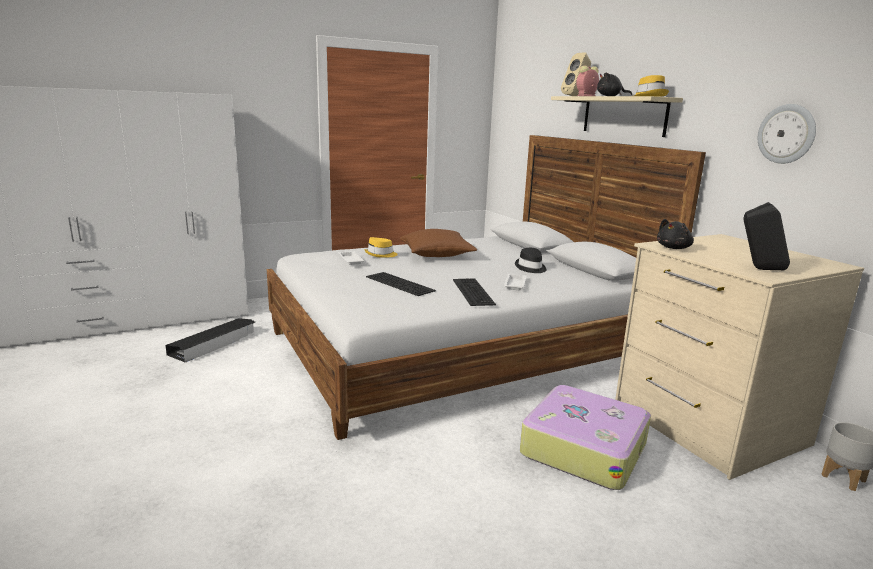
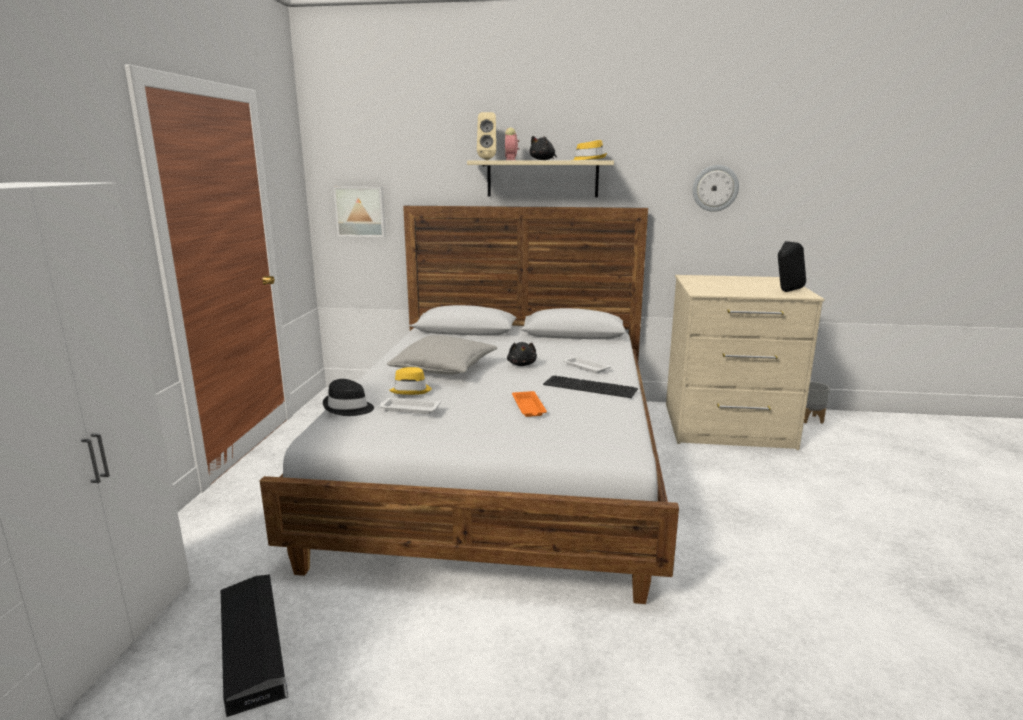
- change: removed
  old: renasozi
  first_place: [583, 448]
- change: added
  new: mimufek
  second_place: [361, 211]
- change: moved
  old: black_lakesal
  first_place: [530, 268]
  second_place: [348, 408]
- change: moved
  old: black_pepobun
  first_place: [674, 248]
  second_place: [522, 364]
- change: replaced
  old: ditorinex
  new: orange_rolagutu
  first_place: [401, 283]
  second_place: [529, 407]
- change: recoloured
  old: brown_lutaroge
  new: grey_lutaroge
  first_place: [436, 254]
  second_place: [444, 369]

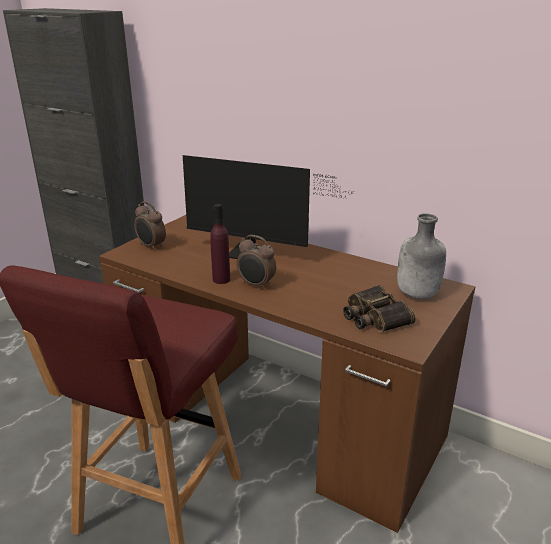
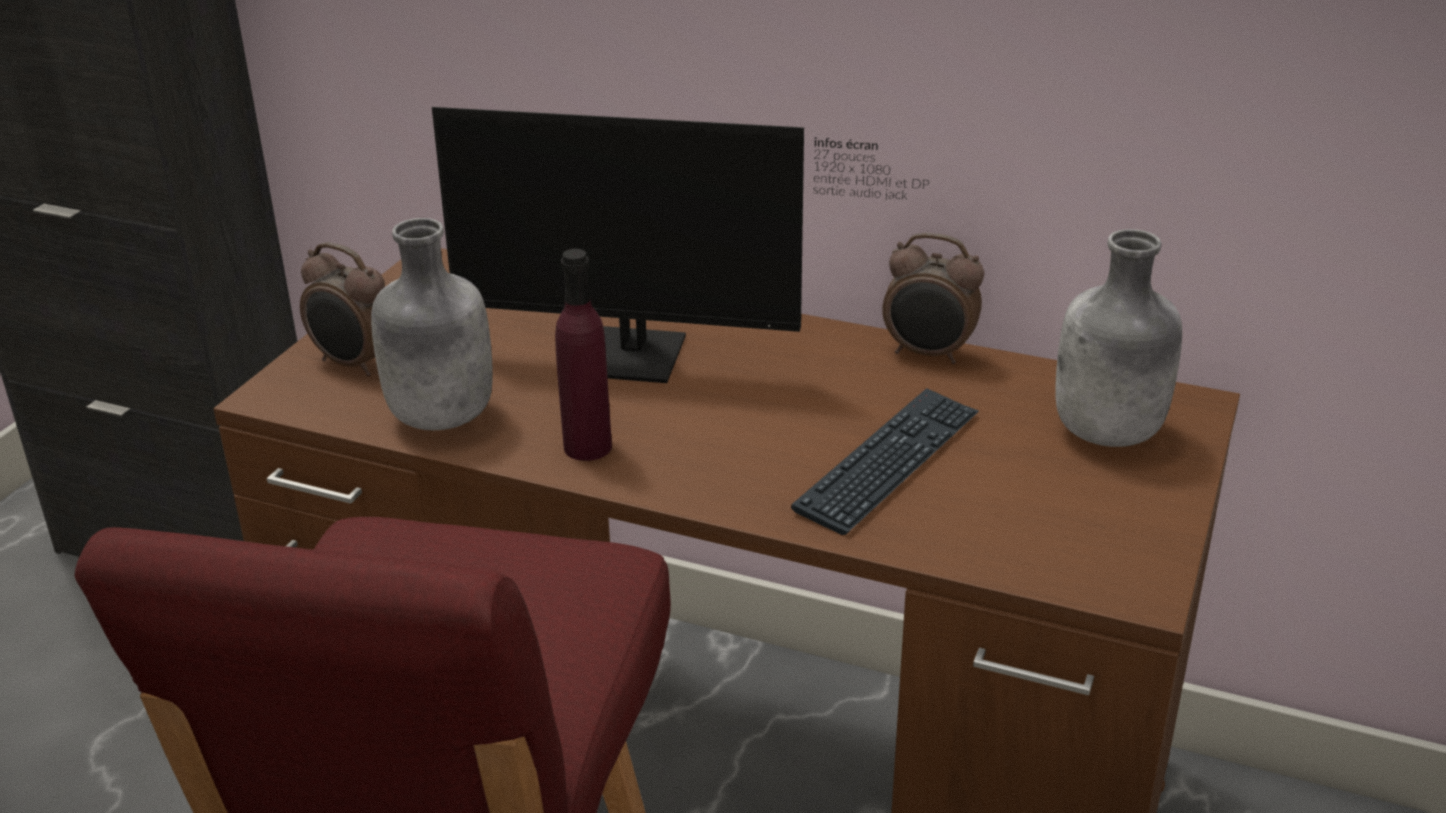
- change: removed
  old: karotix
  first_place: [374, 317]
- change: added
  new: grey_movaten
  second_place: [440, 418]
- change: added
  new: ditorinex
  second_place: [889, 462]
- change: moved
  old: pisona
  first_place: [256, 285]
  second_place: [928, 354]

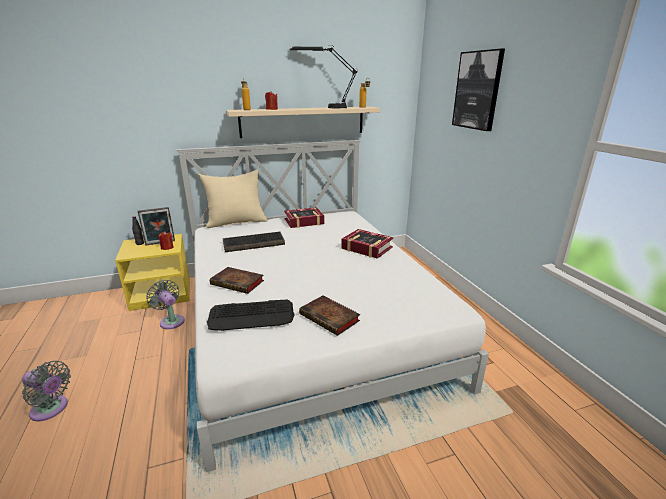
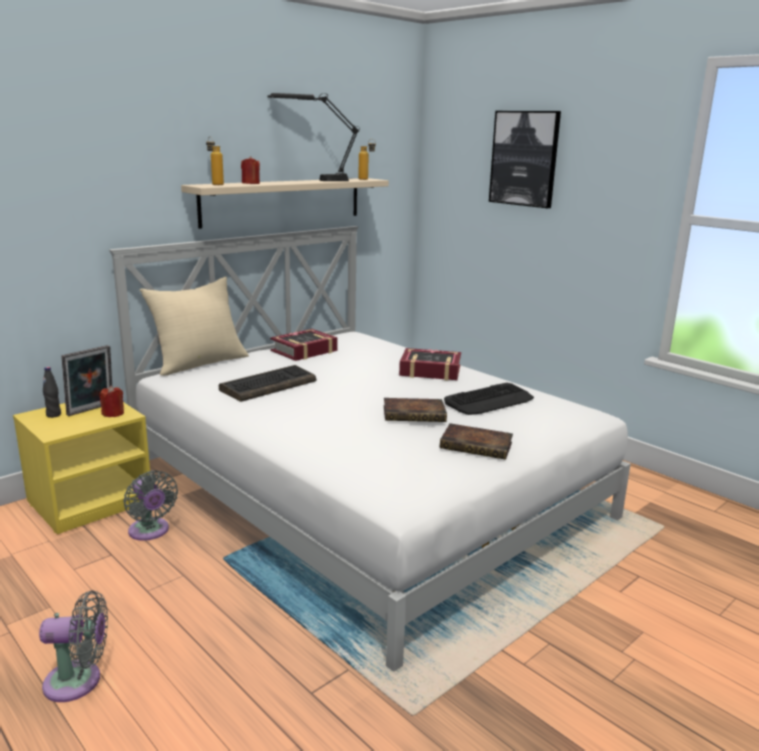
- change: moved
  old: ditorinex
  first_place: [252, 316]
  second_place: [489, 400]
- change: moved
  old: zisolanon
  first_place: [238, 283]
  second_place: [415, 414]
- change: turned
  old: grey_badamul
  first_place: [171, 321]
  second_place: [150, 532]
  degrees: -150

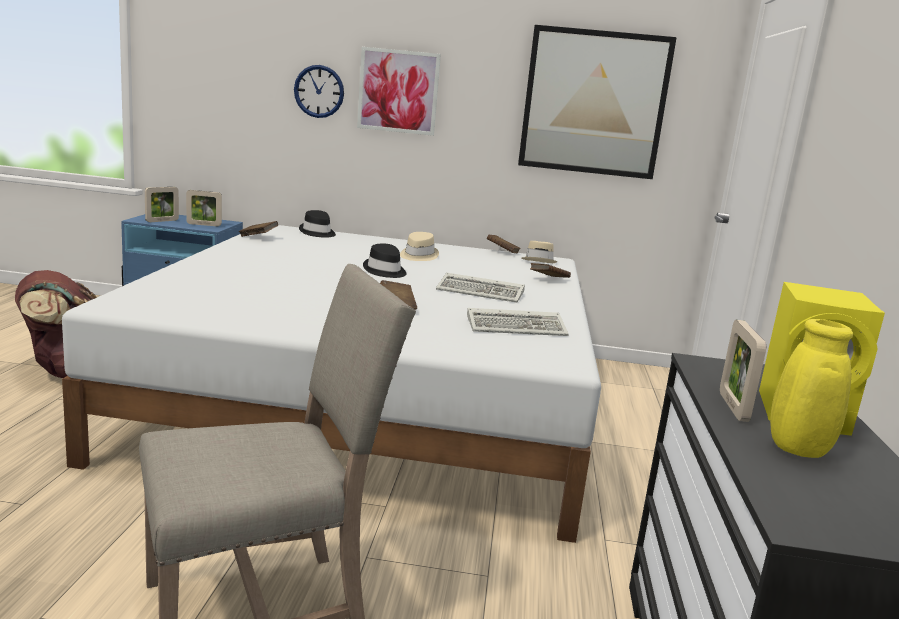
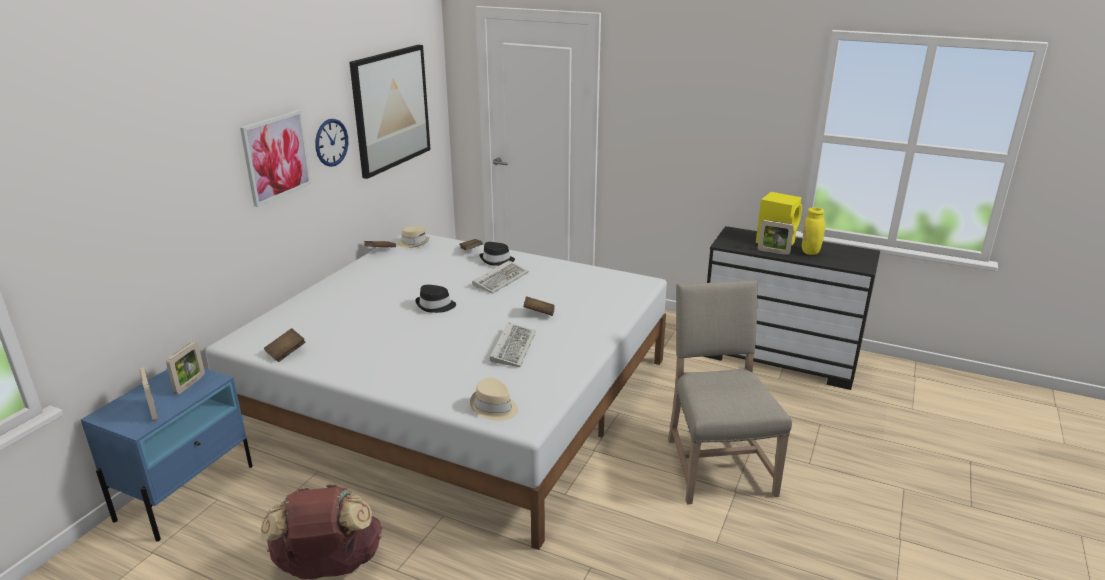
- change: moved
  old: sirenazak
  first_place: [319, 91]
  second_place: [331, 142]
- change: moved
  old: black_lakesal
  first_place: [317, 233]
  second_place: [497, 260]
- change: moved
  old: beige_lakesal
  first_place: [418, 256]
  second_place: [494, 407]
- change: moved
  old: ditorinex
  first_place: [518, 327]
  second_place: [512, 347]

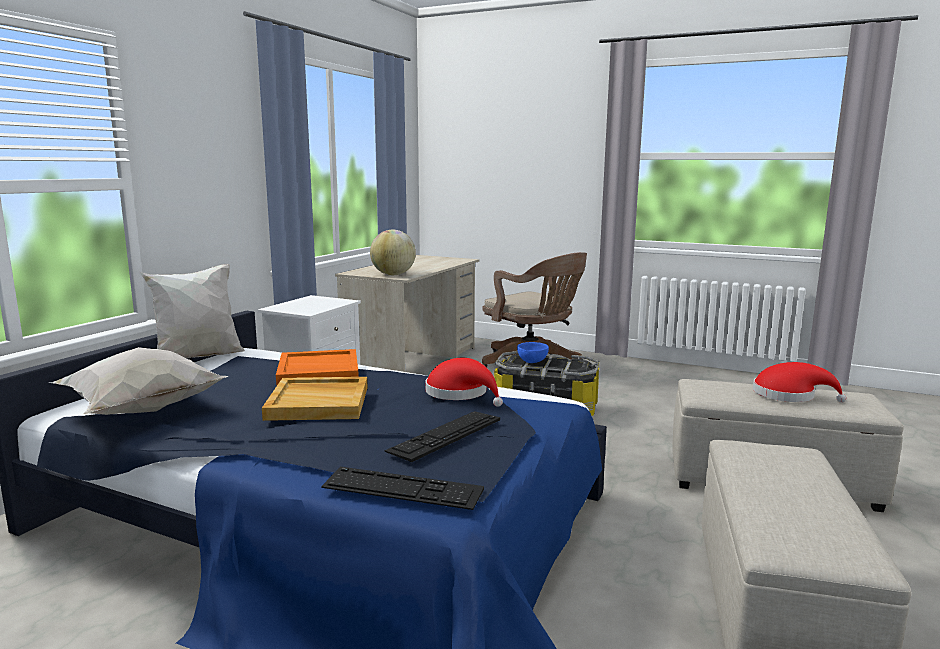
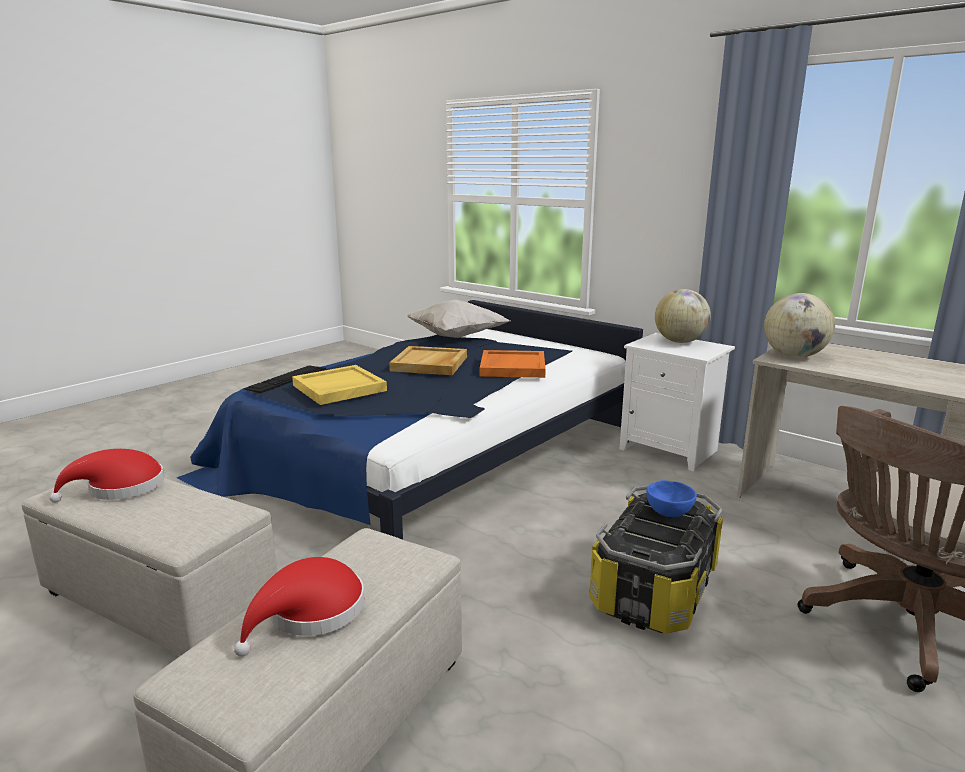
- change: removed
  old: white_lutaroge
  first_place: [199, 359]
- change: added
  new: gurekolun
  second_place: [680, 342]
- change: moved
  old: red_lakesal
  first_place: [460, 393]
  second_place: [120, 488]
- change: replaced
  old: ditorinex
  new: yellow_rolagutu
  first_place: [445, 435]
  second_place: [339, 388]

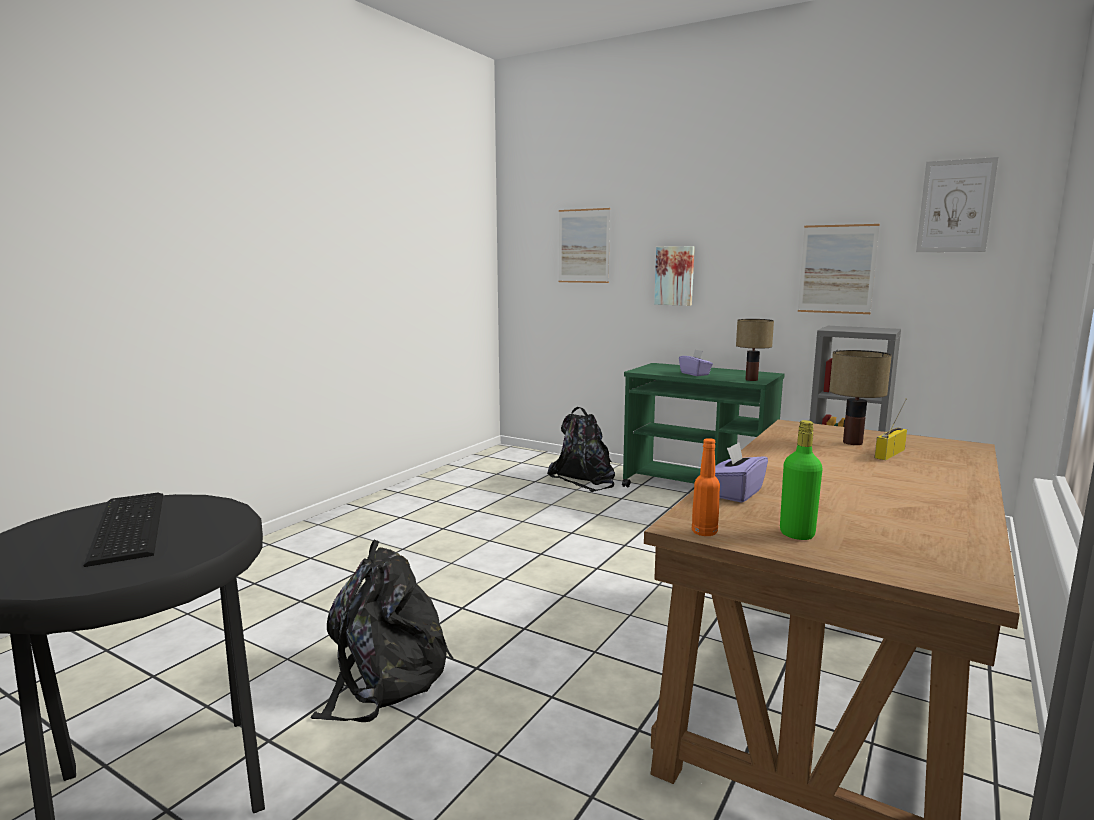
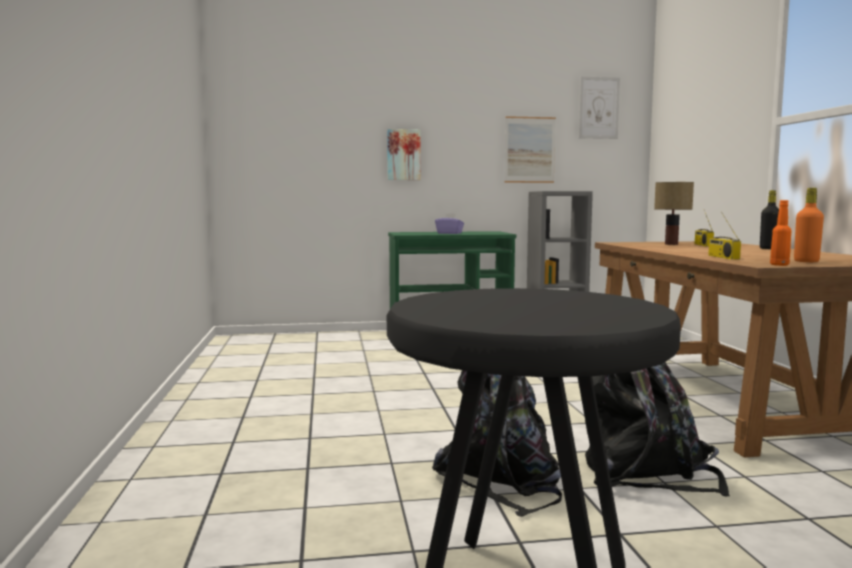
- change: removed
  old: ditorinex
  first_place: [124, 528]
- change: removed
  old: mimufek
  first_place: [583, 246]
- change: removed
  old: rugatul
  first_place: [751, 380]
- change: added
  new: black_movaten
  second_place: [768, 248]
- change: moved
  old: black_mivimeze
  first_place: [585, 479]
  second_place: [646, 473]
- change: replaced
  old: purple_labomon
  new: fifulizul
  first_place: [736, 493]
  second_place: [722, 257]
- change: recoloured
  old: green_movaten
  new: orange_movaten
  first_place: [797, 534]
  second_place: [806, 261]

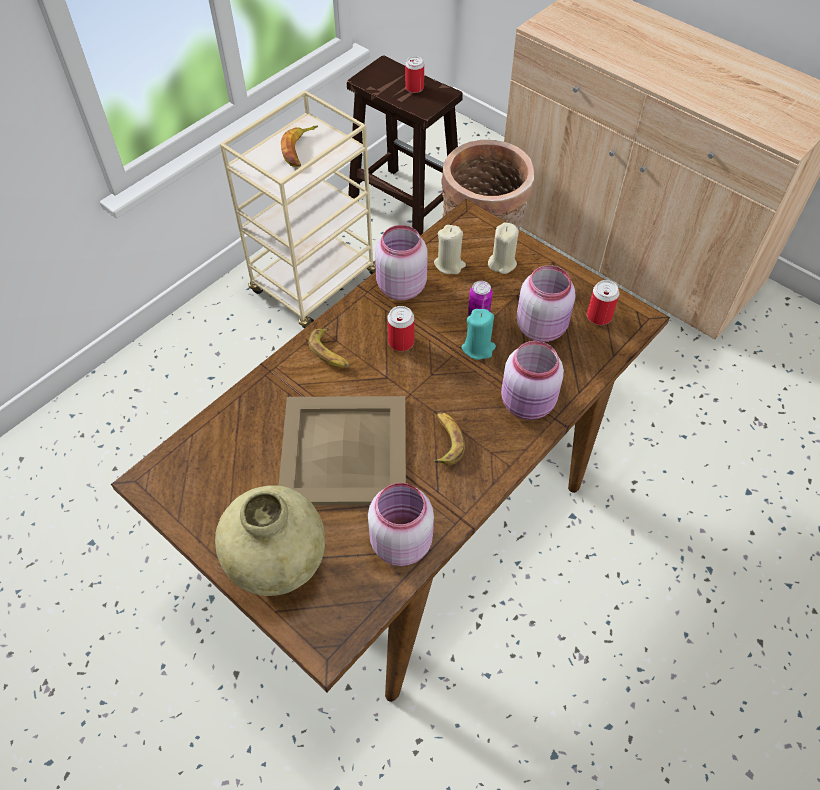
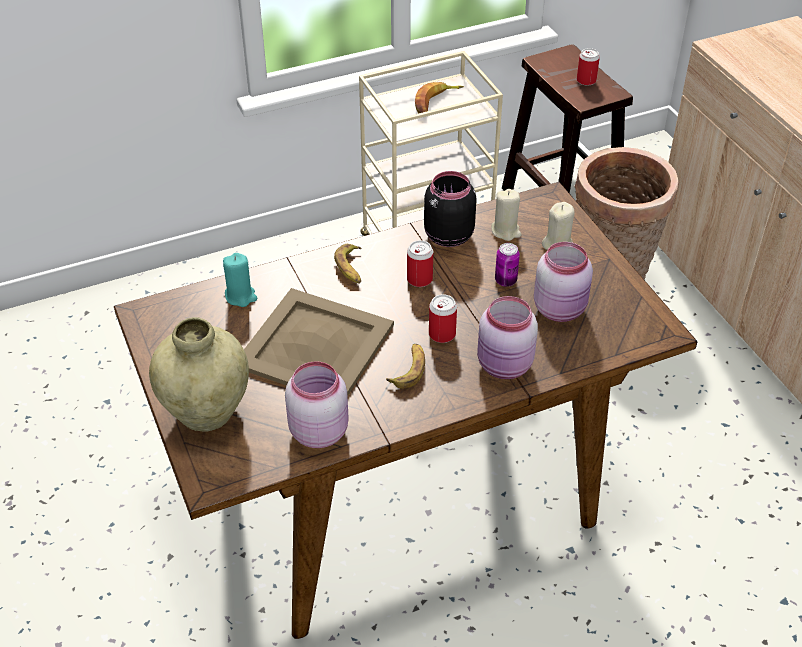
- change: moved
  old: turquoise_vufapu
  first_place: [478, 348]
  second_place: [241, 296]
- change: moved
  old: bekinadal
  first_place: [599, 316]
  second_place: [442, 334]
- change: recoloured
  old: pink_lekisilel
  new: black_lekisilel
  first_place: [400, 287]
  second_place: [447, 235]

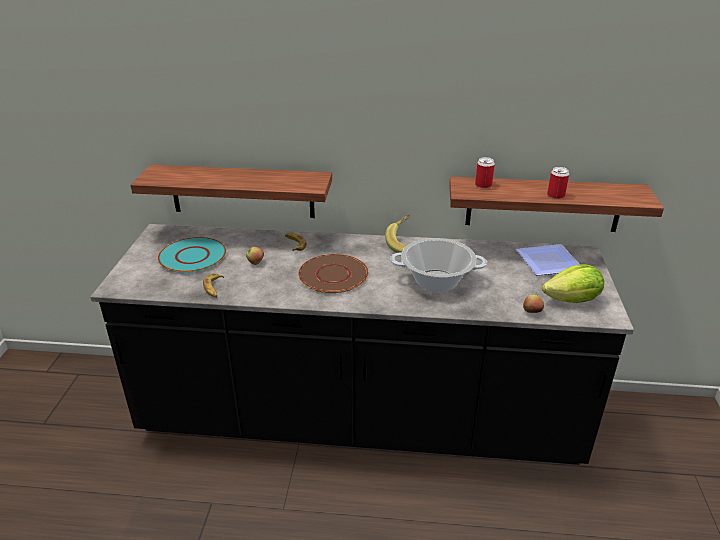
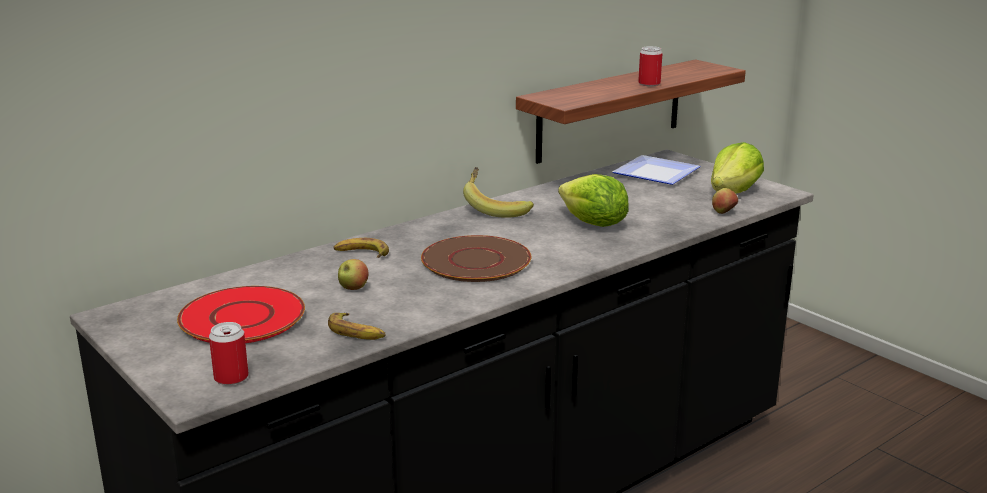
- change: removed
  old: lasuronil
  first_place: [242, 191]
- change: moved
  old: bekinadal
  first_place: [483, 185]
  second_place: [231, 378]
- change: replaced
  old: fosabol
  new: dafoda
  first_place: [436, 281]
  second_place: [593, 224]
- change: recoloured
  old: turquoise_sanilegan
  new: red_sanilegan
  first_place: [193, 256]
  second_place: [242, 317]

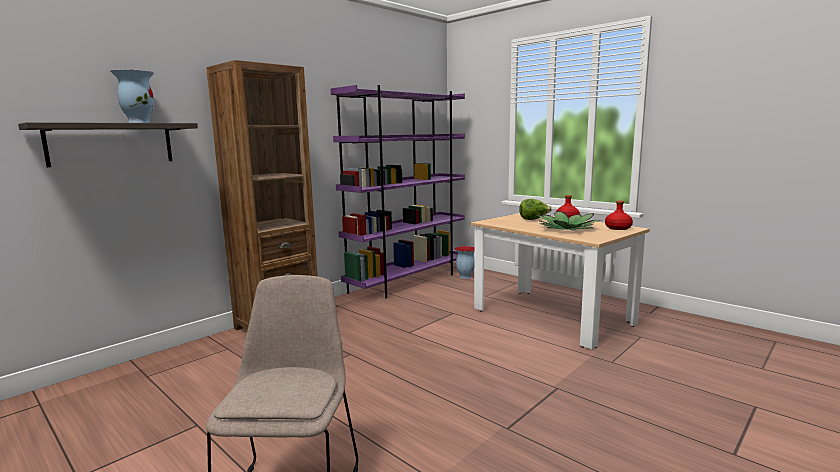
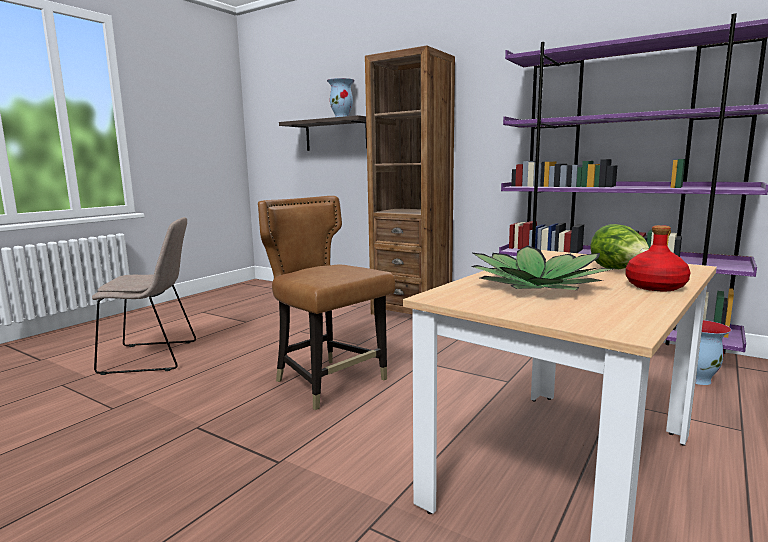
- change: removed
  old: red_movaten
  first_place: [617, 228]
- change: added
  new: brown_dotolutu
  second_place: [329, 382]

